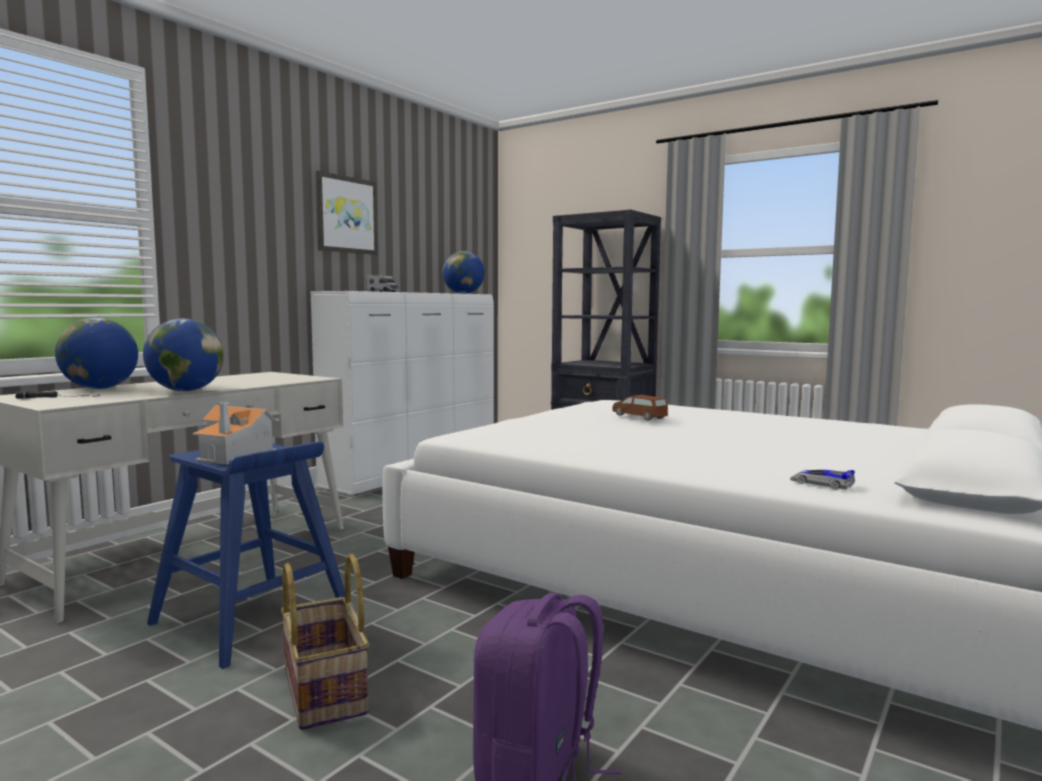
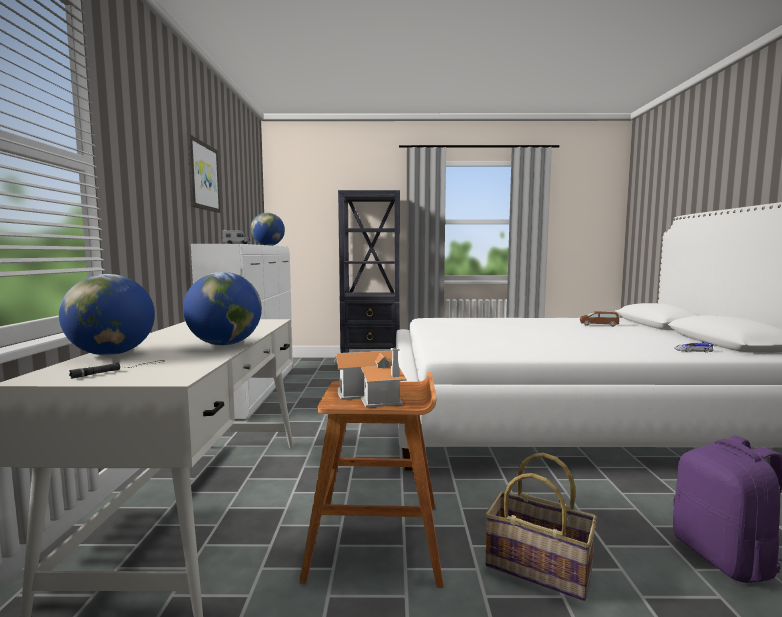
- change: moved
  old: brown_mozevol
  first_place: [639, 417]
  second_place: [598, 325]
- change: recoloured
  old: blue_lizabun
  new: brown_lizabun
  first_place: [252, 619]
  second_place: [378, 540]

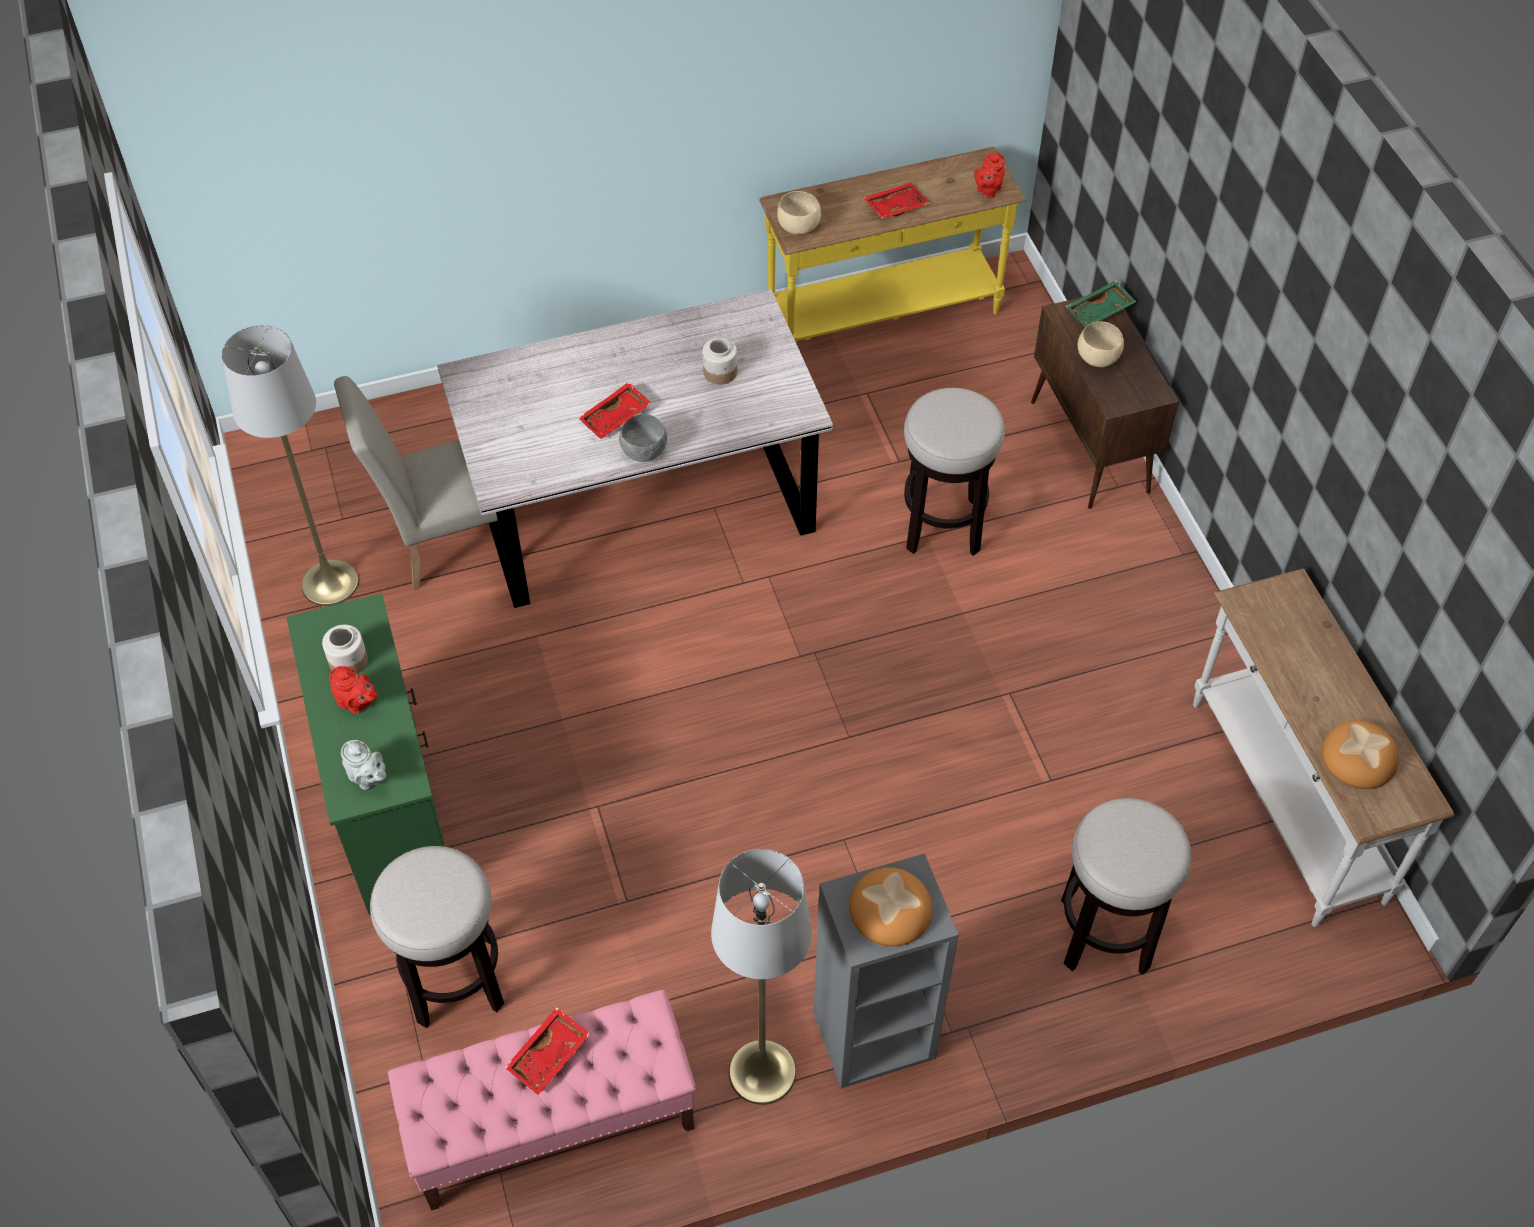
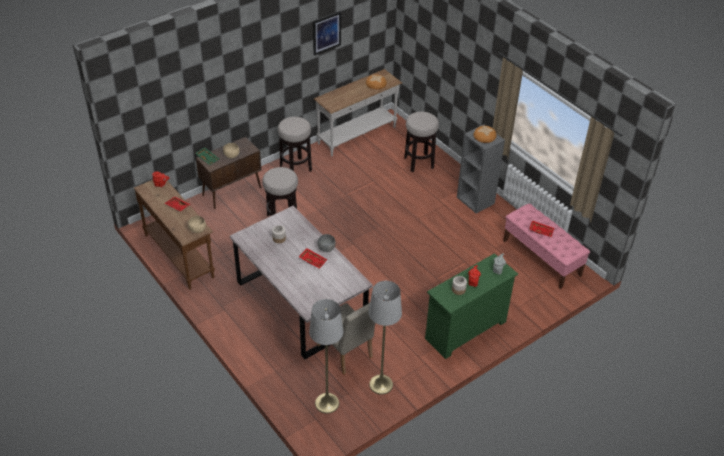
- change: added
  new: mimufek
  second_place: [326, 33]
- change: moved
  old: lizabun
  first_place: [455, 981]
  second_place: [296, 168]
- change: moved
  old: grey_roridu
  first_place: [762, 1072]
  second_place: [327, 403]
- change: recoloured
  old: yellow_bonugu
  new: brown_bonugu
  first_place: [884, 317]
  second_place: [180, 255]

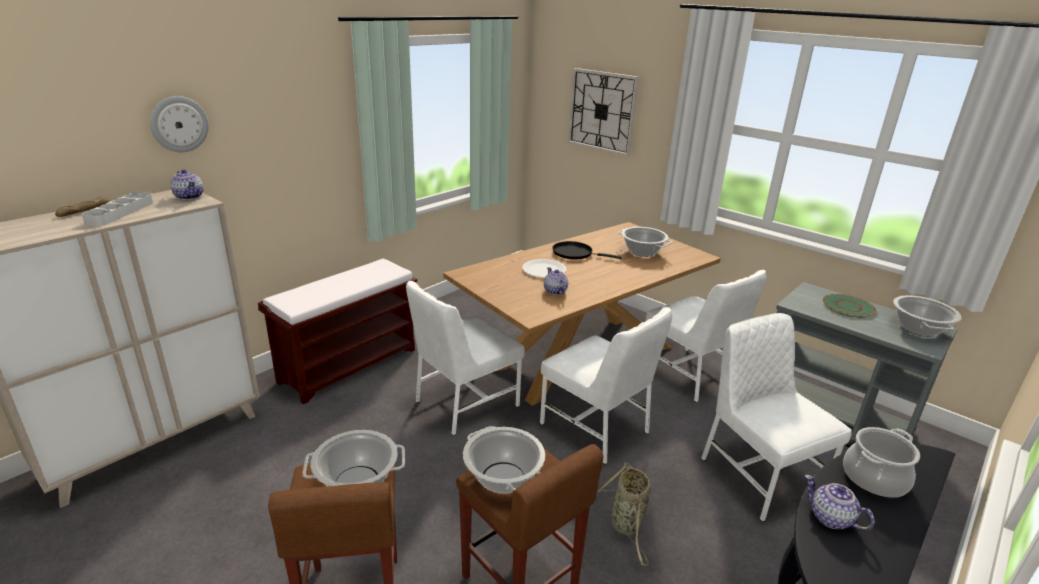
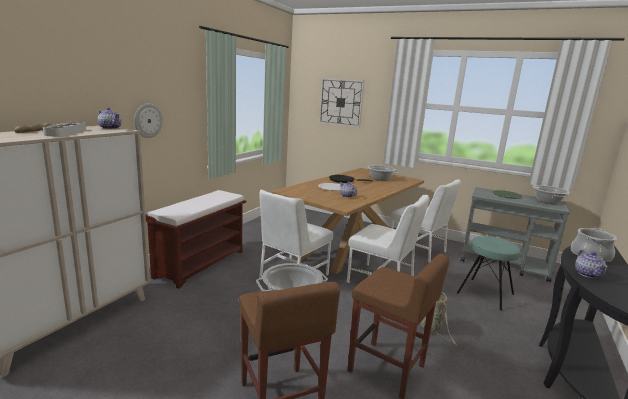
- change: removed
  old: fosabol
  first_place: [502, 478]
- change: moved
  old: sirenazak
  first_place: [179, 124]
  second_place: [148, 120]
- change: replaced
  old: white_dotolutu
  new: turquoise_lizabun
  first_place: [758, 475]
  second_place: [485, 294]
- change: turned
  old: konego
  first_place: [831, 518]
  second_place: [588, 274]
  degrees: -120

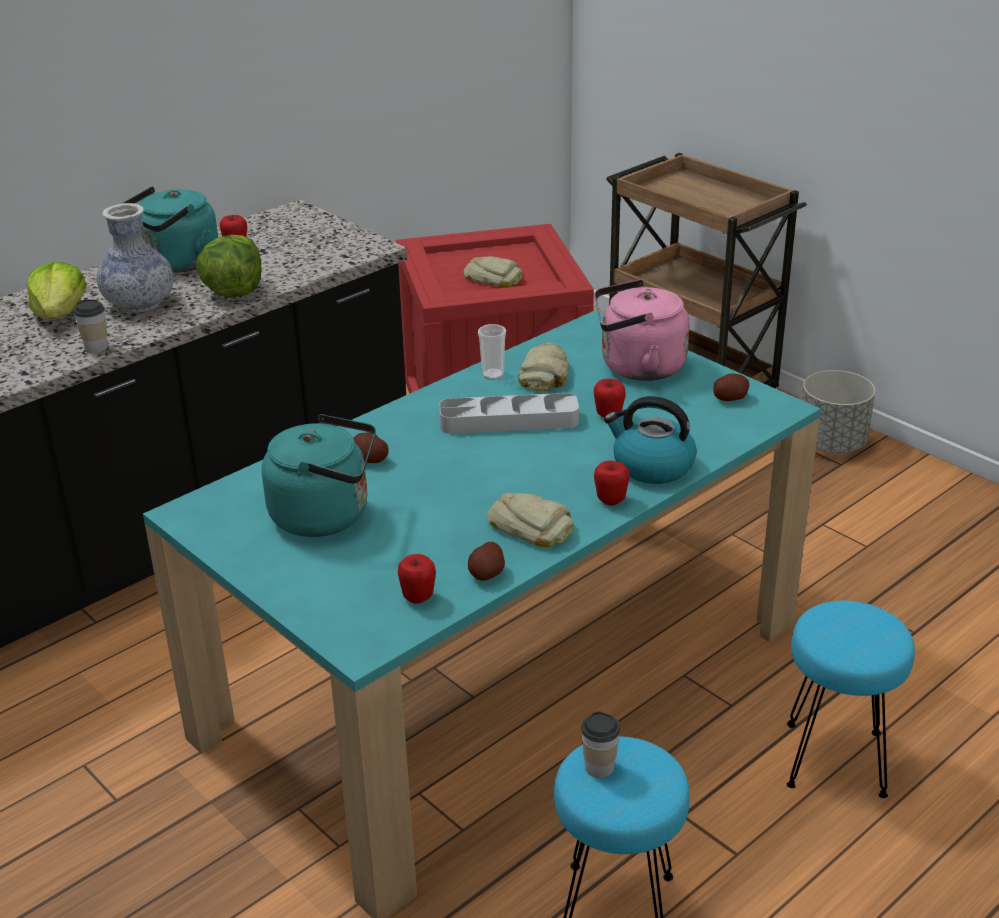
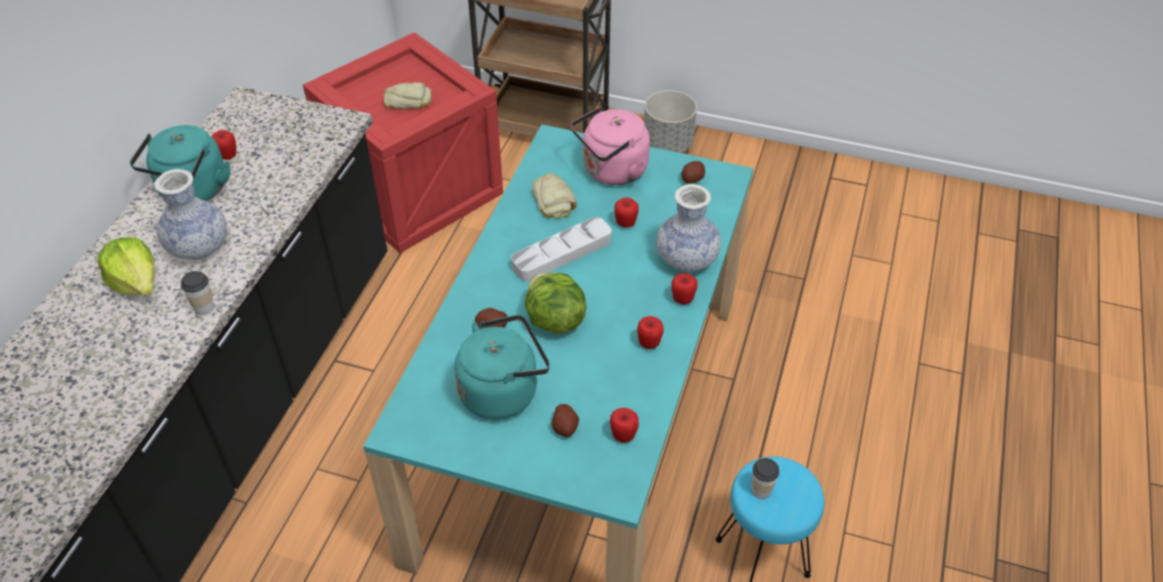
- change: removed
  old: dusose
  first_place: [493, 375]
- change: removed
  old: turquoise_lizabun
  first_place: [834, 760]
- change: moved
  old: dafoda
  first_place: [233, 292]
  second_place: [554, 320]
- change: moved
  old: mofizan
  first_place: [487, 574]
  second_place: [565, 427]
- change: replaced
  old: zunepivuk
  new: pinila
  first_place: [531, 527]
  second_place: [649, 343]
- change: replaced
  old: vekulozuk
  new: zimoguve
  first_place: [651, 466]
  second_place: [686, 259]

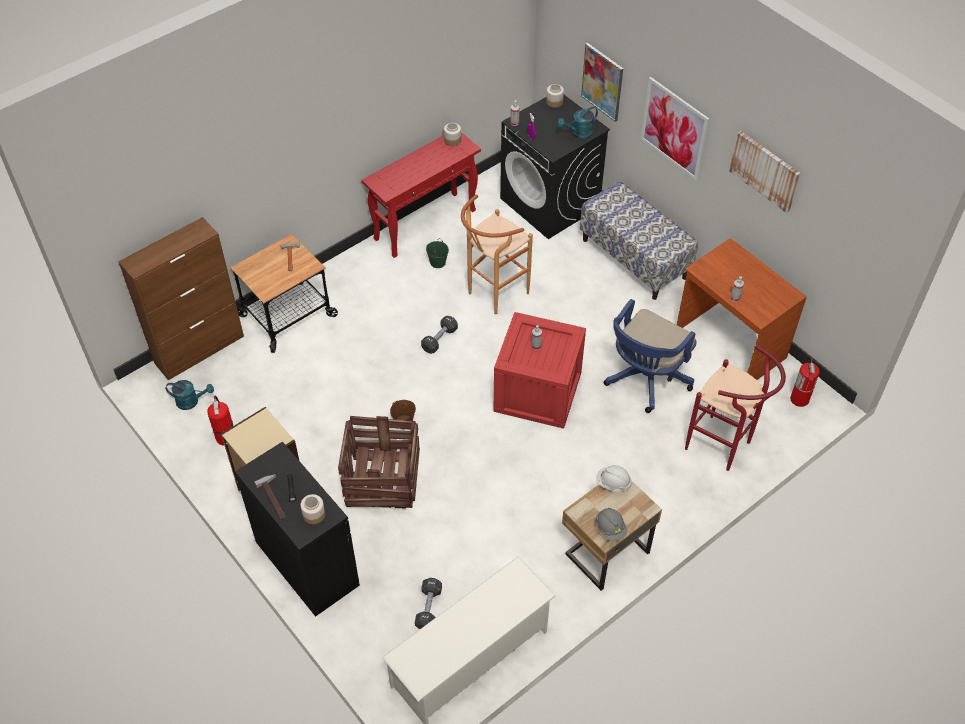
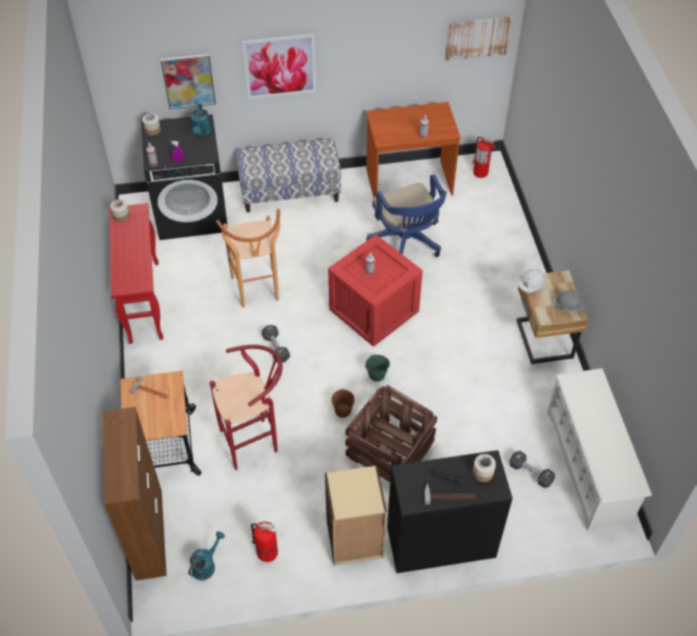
- change: moved
  old: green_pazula
  first_place: [437, 262]
  second_place: [376, 375]
- change: moved
  old: red_lizabun
  first_place: [723, 447]
  second_place: [255, 440]
- change: moved
  old: mimufek
  first_place: [765, 171]
  second_place: [477, 37]

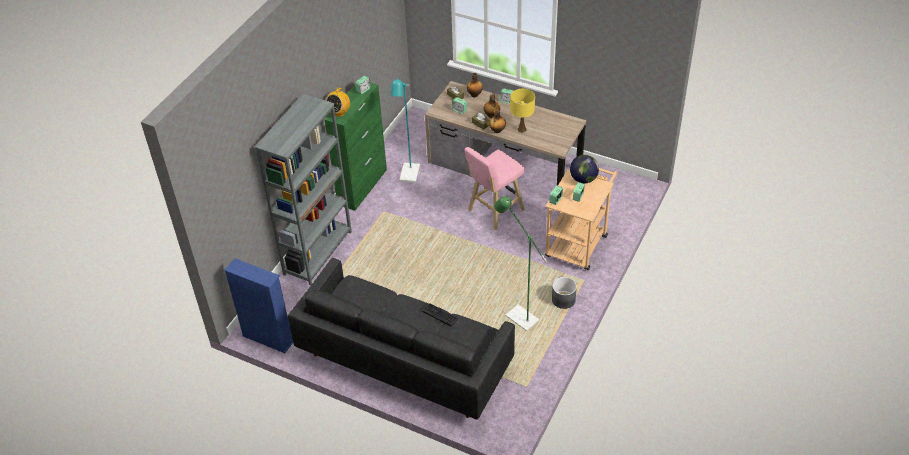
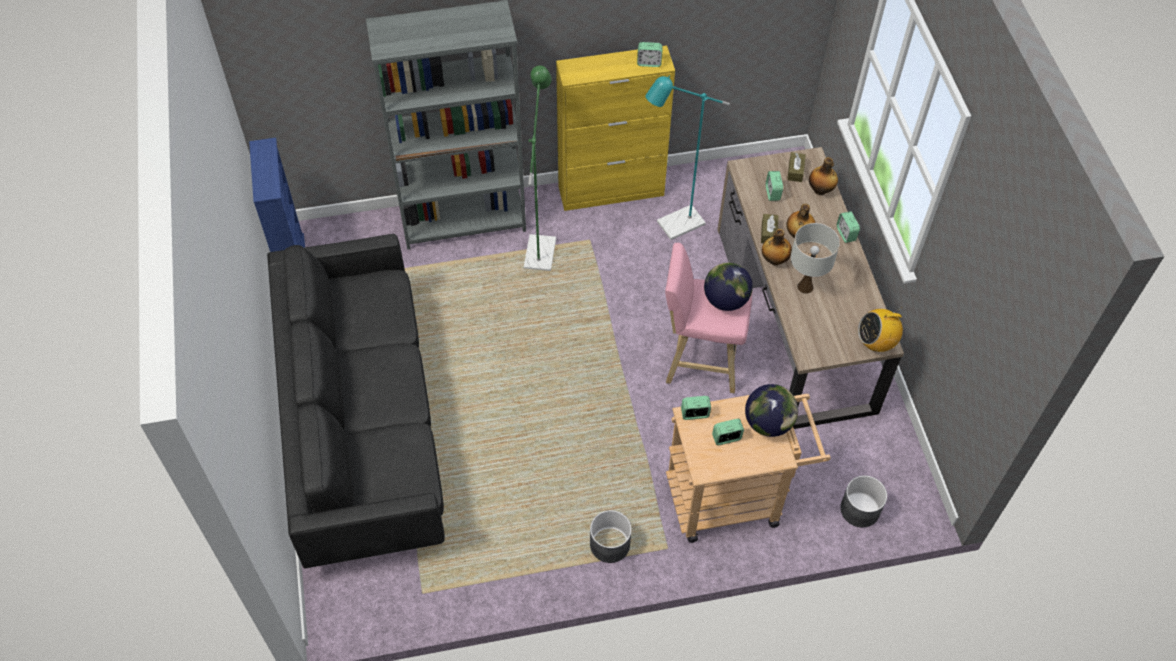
- change: removed
  old: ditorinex
  first_place: [440, 314]
- change: added
  new: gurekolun
  second_place: [726, 300]
- change: added
  new: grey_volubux
  second_place: [860, 510]
- change: moved
  old: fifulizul
  first_place: [339, 112]
  second_place: [876, 342]
- change: moved
  old: green_roridu
  first_place: [517, 315]
  second_place: [541, 246]
- change: recoloured
  old: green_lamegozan
  new: yellow_lamegozan
  first_place: [362, 186]
  second_place: [611, 191]
- change: recoloured
  old: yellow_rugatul
  new: white_rugatul
  first_place: [521, 129]
  second_place: [805, 287]

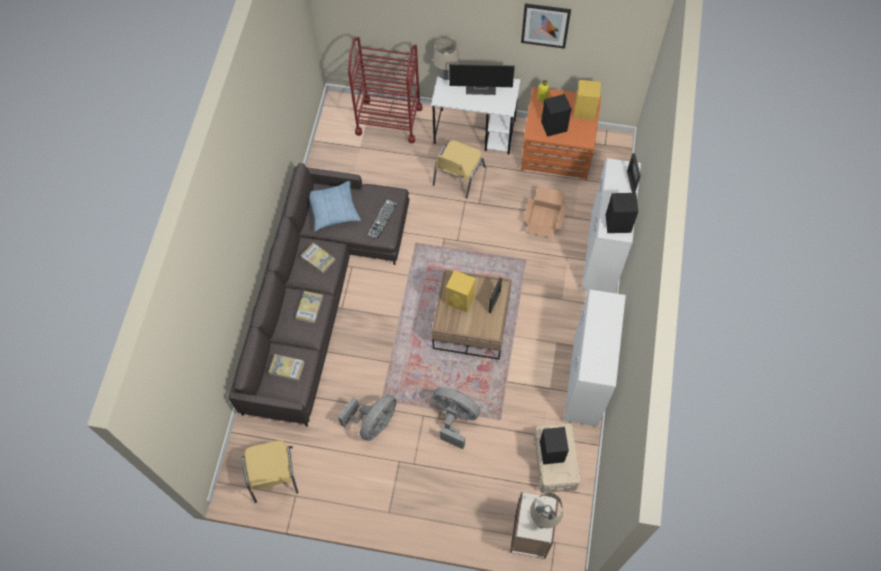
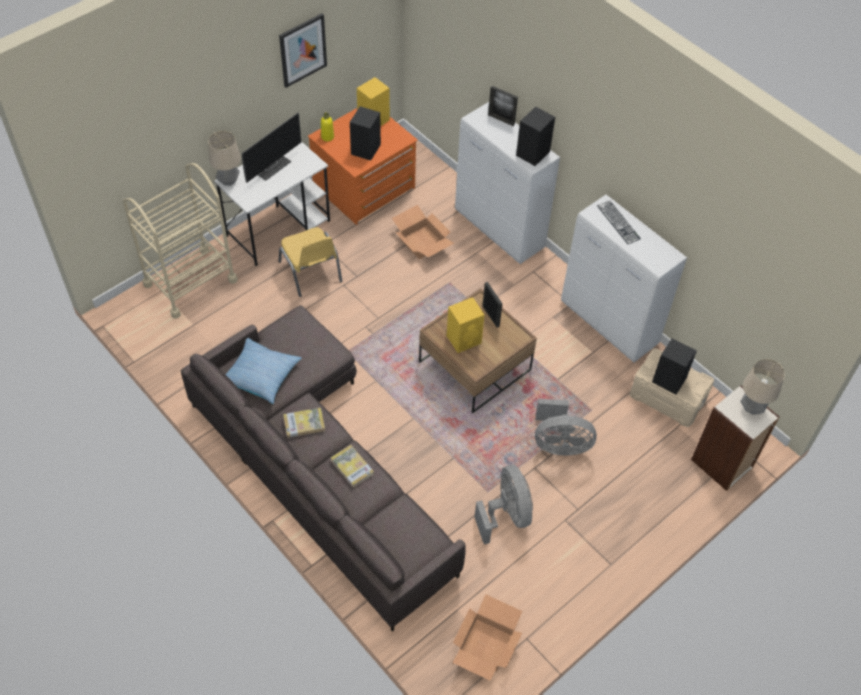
- change: removed
  old: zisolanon
  first_place: [287, 368]
- change: moved
  old: ditorinex
  first_place: [382, 219]
  second_place: [618, 222]
- change: replaced
  old: yellow_dotolutu
  new: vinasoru
  first_place: [273, 475]
  second_place: [486, 646]
- change: recoloured
  old: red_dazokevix
  new: beige_dazokevix
  first_place: [389, 120]
  second_place: [190, 282]
- change: turned
  old: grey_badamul
  first_place: [455, 418]
  second_place: [559, 444]
  degrees: -150

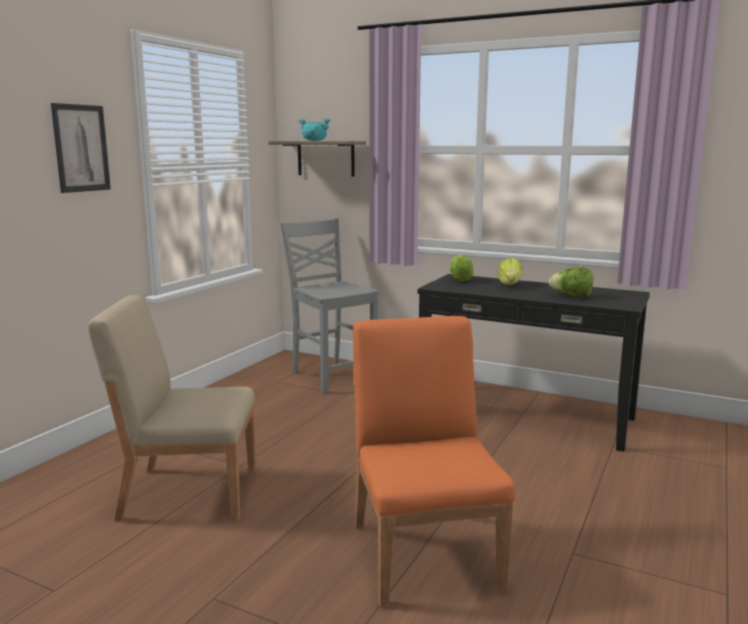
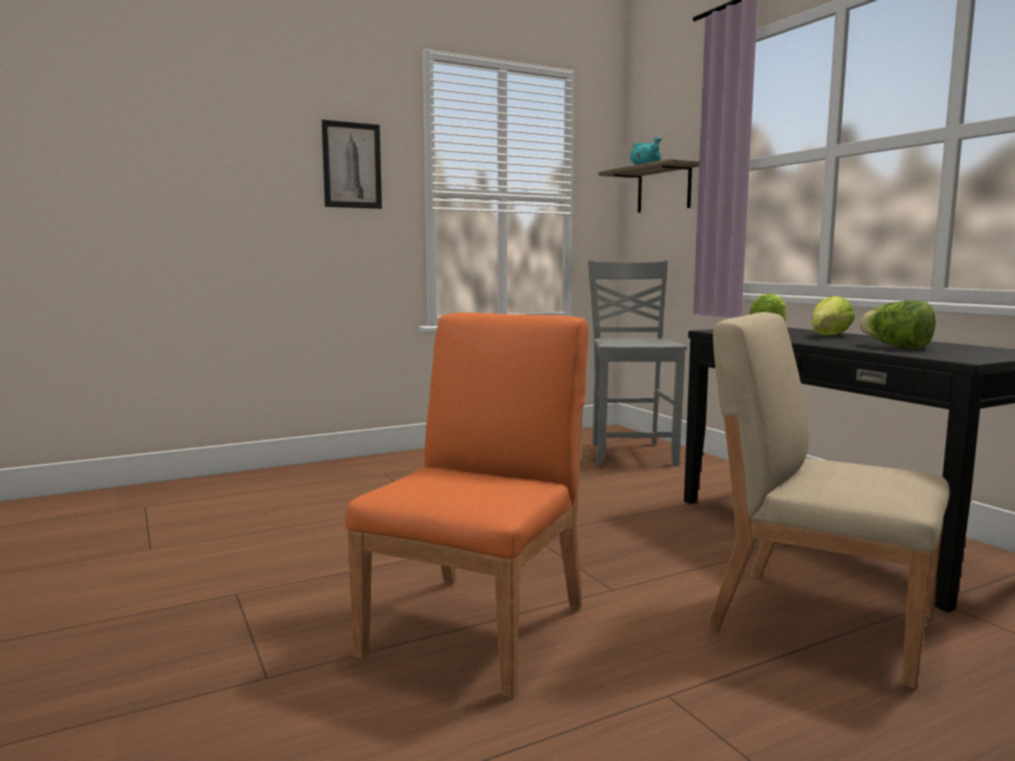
- change: moved
  old: beige_dotolutu
  first_place: [188, 492]
  second_place: [817, 620]

